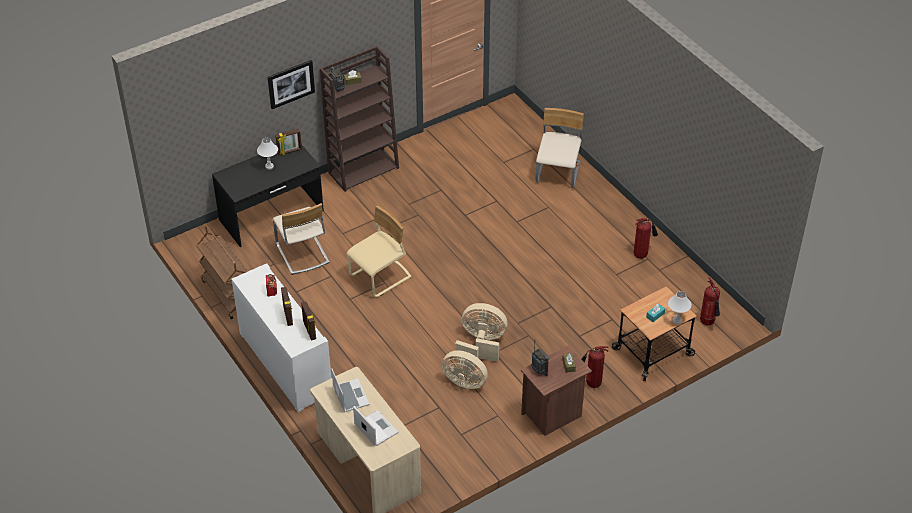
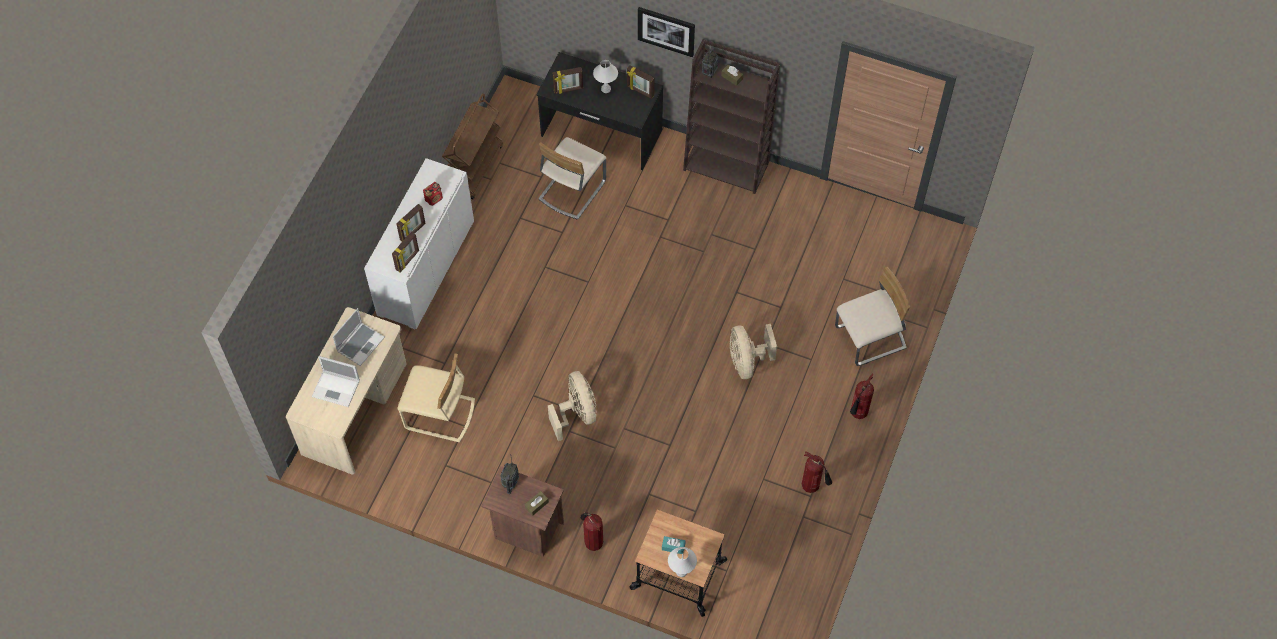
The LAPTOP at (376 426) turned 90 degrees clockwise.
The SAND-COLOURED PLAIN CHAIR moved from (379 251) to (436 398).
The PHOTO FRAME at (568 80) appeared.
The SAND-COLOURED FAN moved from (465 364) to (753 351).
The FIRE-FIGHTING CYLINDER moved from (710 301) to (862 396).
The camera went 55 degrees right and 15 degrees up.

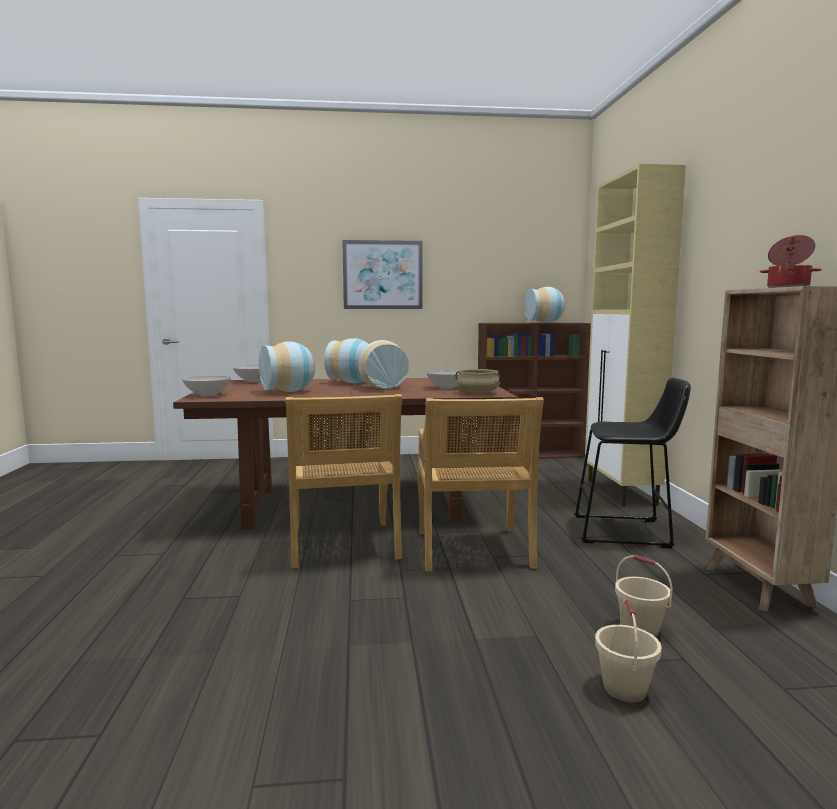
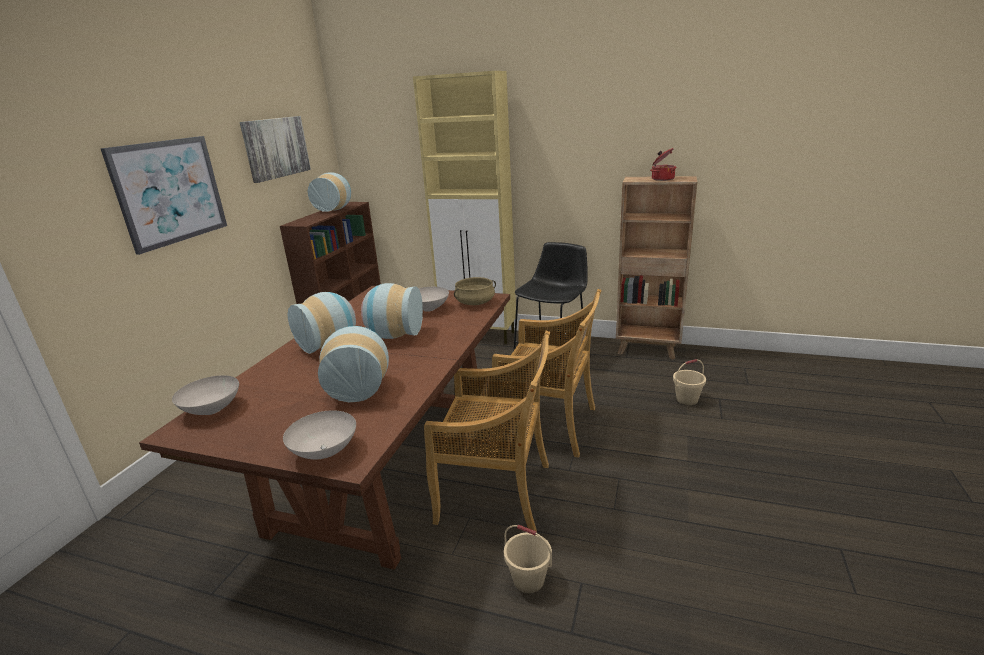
The WALL PICTURE at (275 149) appeared.
The SAND-COLOURED PAIL moved from (628 650) to (528 559).
The camera went 65 degrees left and 15 degrees up.

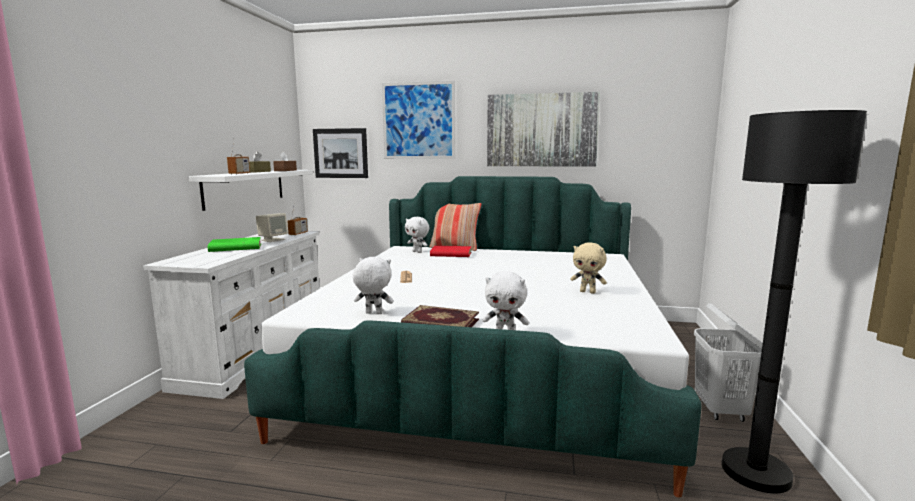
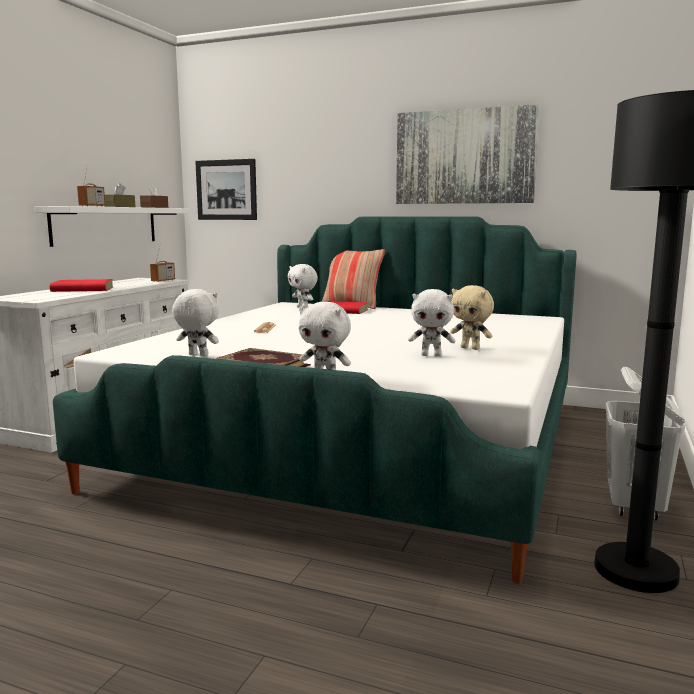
The GREEN-COLOURED BOOK at (234 244) became the REDDISH BOOK at (81 285).
The WHITISH CUDDLY TOY at (431 323) appeared.
The SAND-COLOURED LOUDSPEAKER at (272 227) disappeared.
The WALL PICTURE at (418 120) disappeared.
The camera went 10 degrees right and 0 degrees up.

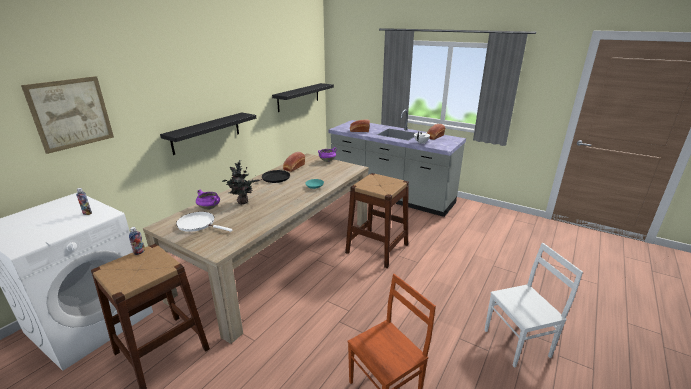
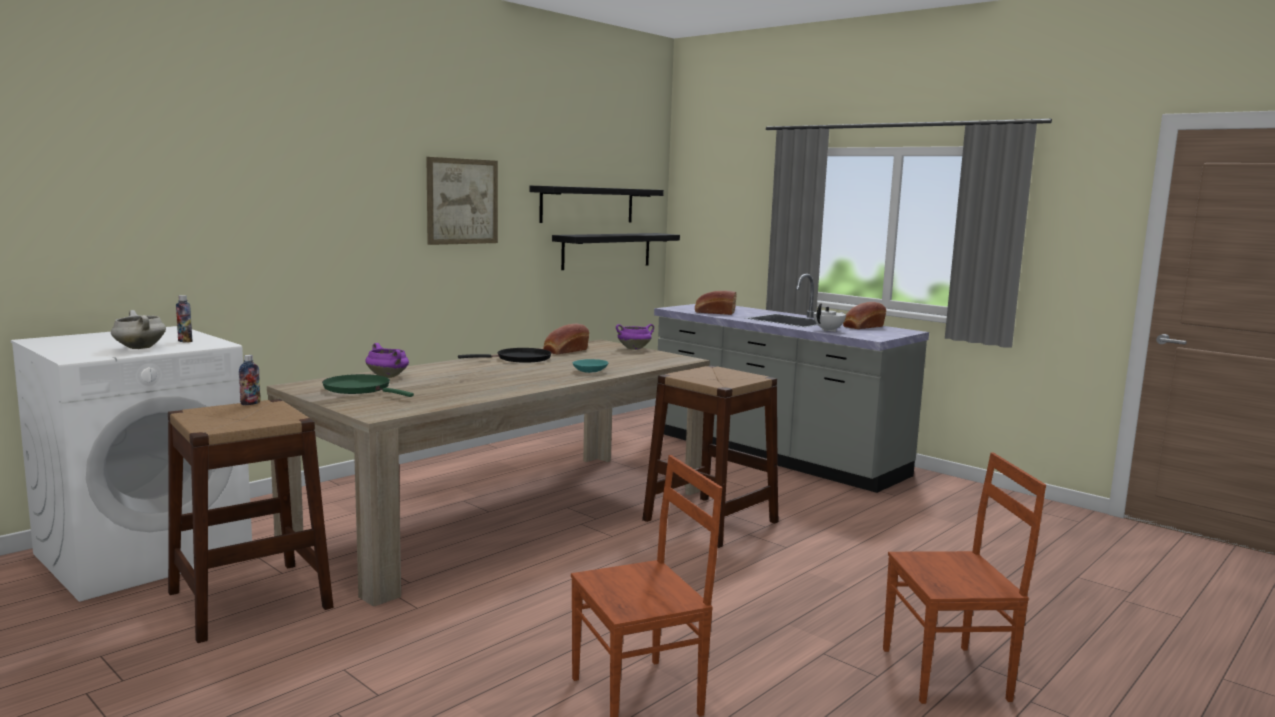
The WHITISH SAUCEPOT at (138 329) appeared.
The WHITISH FRYING PAN at (204 222) became the GREEN-COLOURED FRYING PAN at (368 385).
The WALL PICTURE moved from (67 115) to (462 201).
The BLACK-COLOURED SHELF moved from (208 134) to (596 204).
The WHITISH PLAIN CHAIR at (533 305) became the BROWNISH PLAIN CHAIR at (964 578).
The POTTED PLANT at (238 182) disappeared.
The camera went 10 degrees right and 15 degrees down.

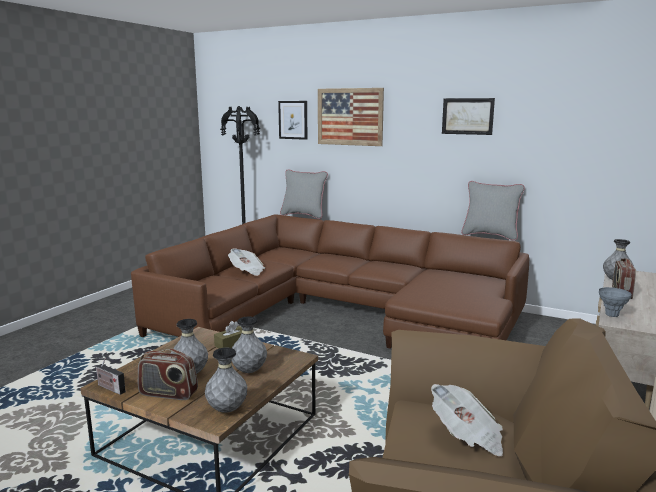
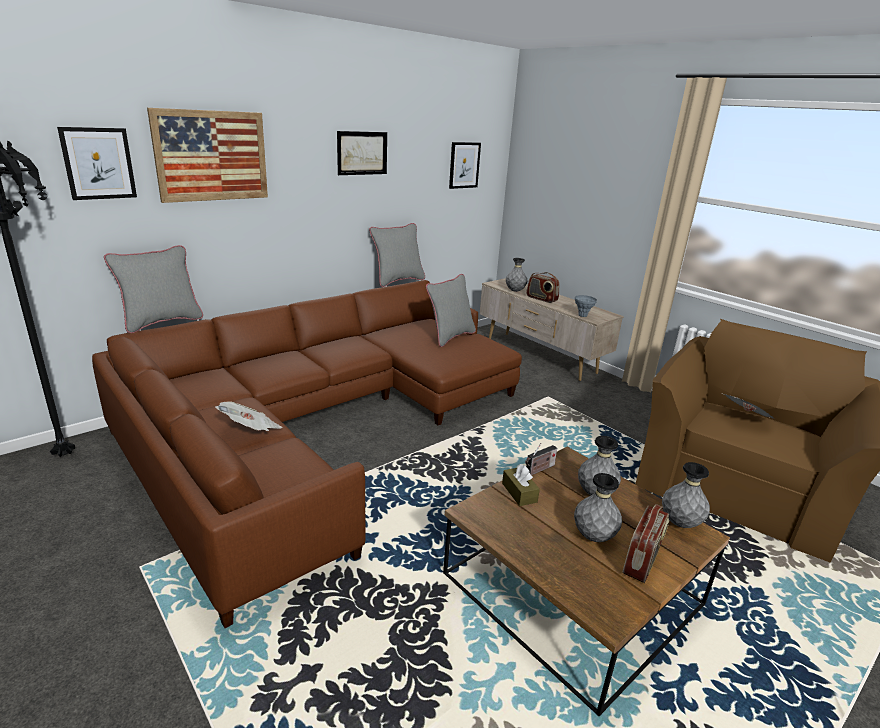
The GREYISH PILLOW at (451 310) appeared.
The WALL PICTURE at (465 165) appeared.
The RADIO moved from (111 376) to (541 459).
The camera went 70 degrees left and 10 degrees up.

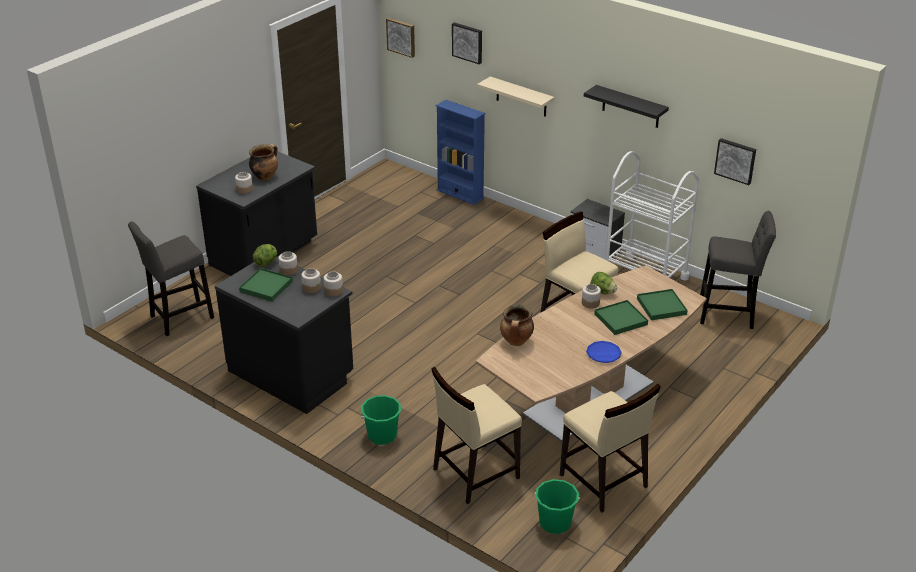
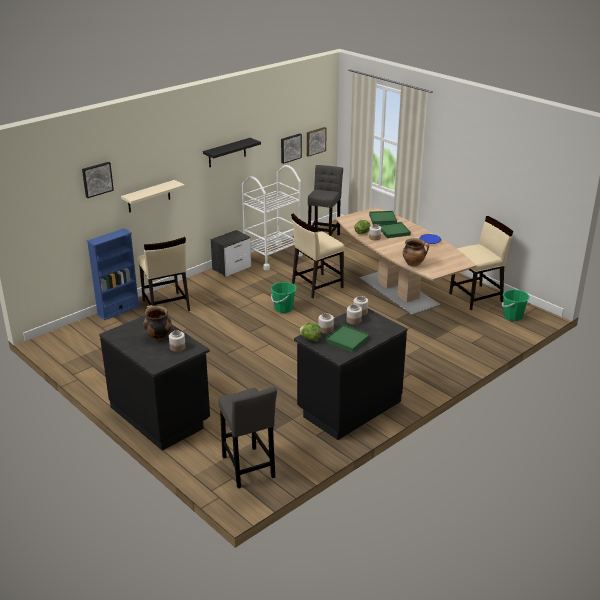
The SAND-COLOURED PLAIN CHAIR moved from (476 435) to (164 274).
The GREEN-COLOURED PAIL moved from (381 420) to (284 297).
The WALL PICTURE moved from (400 38) to (317 142).
The camera went 80 degrees left and 5 degrees down.

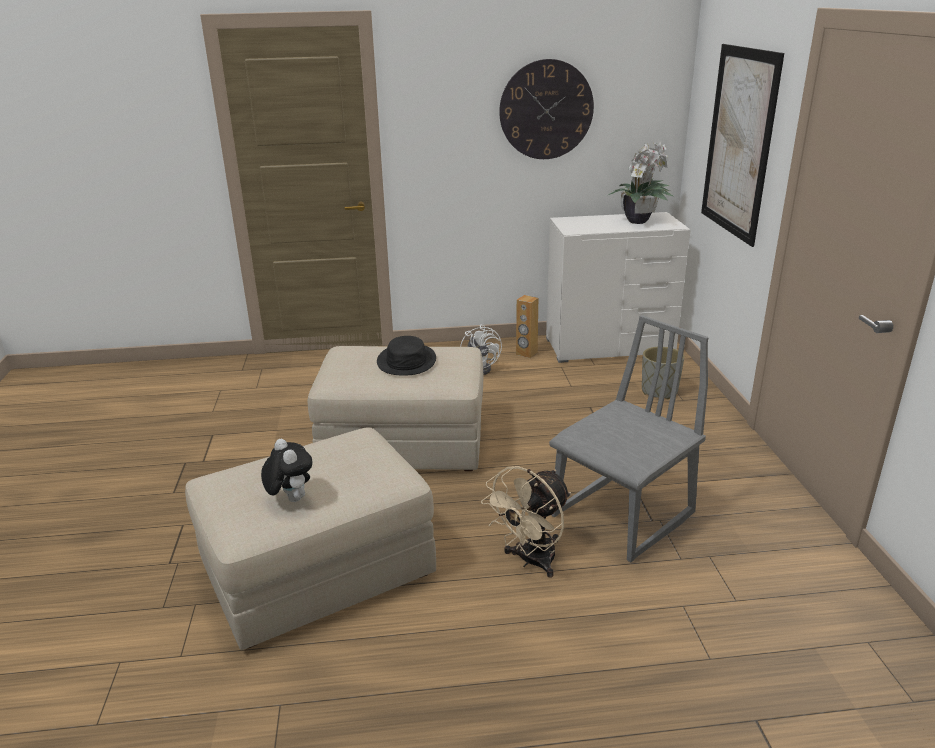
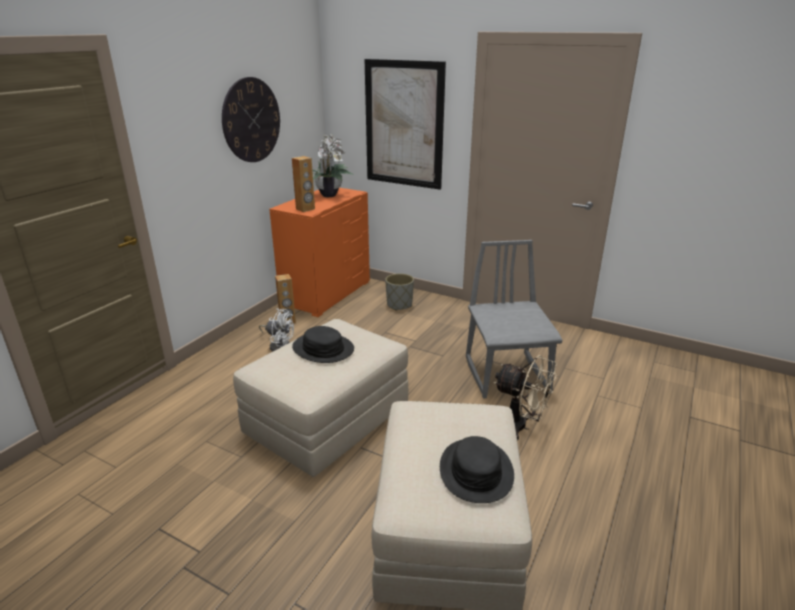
The WHITISH DRESSER at (618 287) became the ORANGE DRESSER at (319 252).
The BROWNISH LOUDSPEAKER at (303 184) appeared.
The CUDDLY TOY at (286 470) was replaced by the BLACK-COLOURED WEARABLE HAT at (477 469).
The SAND-COLOURED FAN at (526 522) turned 45 degrees counterclockwise.
The camera went 55 degrees left and 0 degrees up.

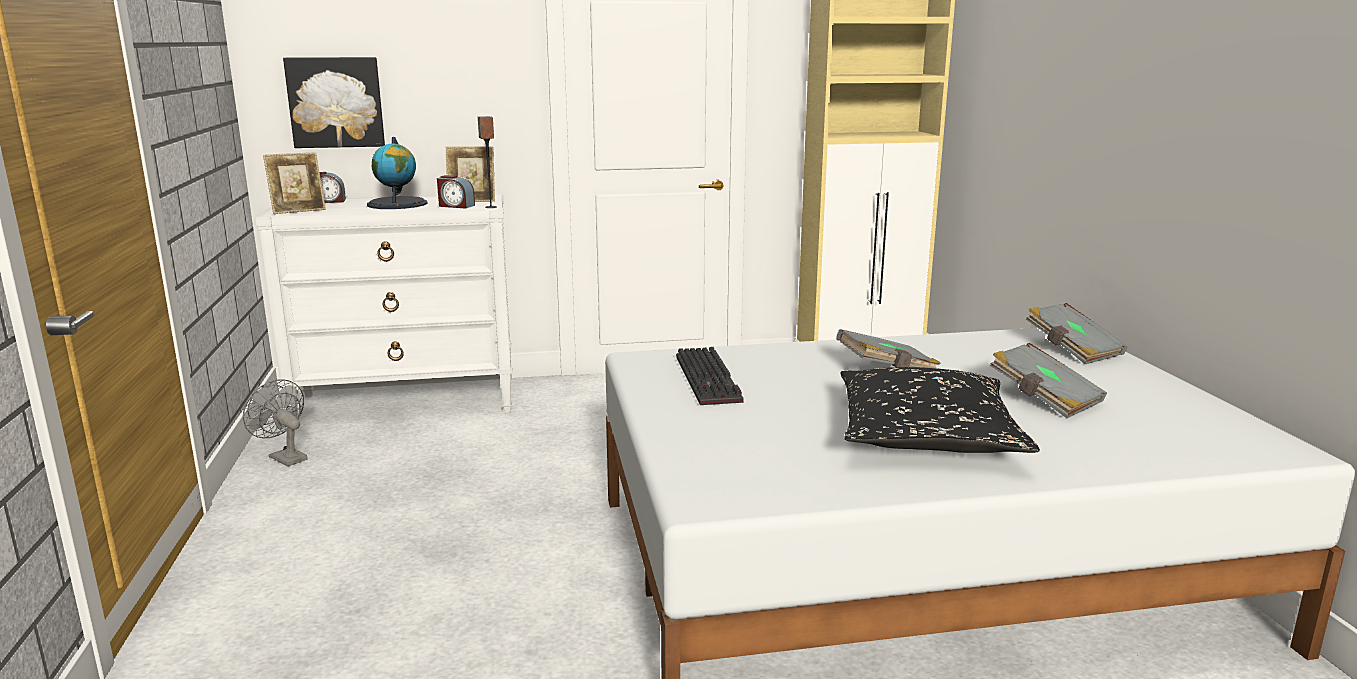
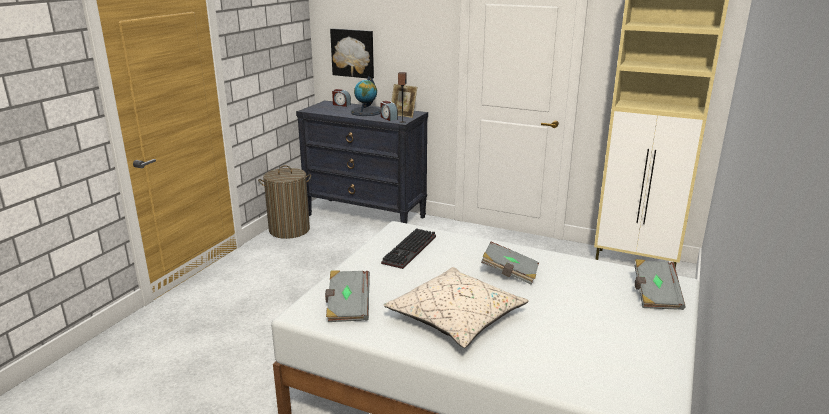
The GREYISH FAN at (275 423) was replaced by the WASHING BASKET at (284 202).
The WHITISH DRESSER at (383 306) became the BLACK-COLOURED DRESSER at (362 161).
The GREYISH BOOK moved from (1048 380) to (347 296).
The BLACK-COLOURED PILLOW at (940 410) became the SAND-COLOURED PILLOW at (456 307).
The PHOTO FRAME at (294 183) disappeared.
The camera went 35 degrees right and 5 degrees up.

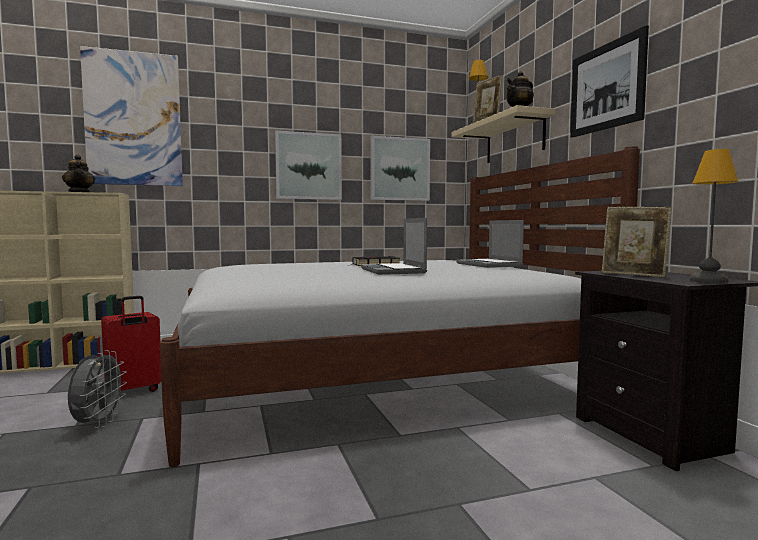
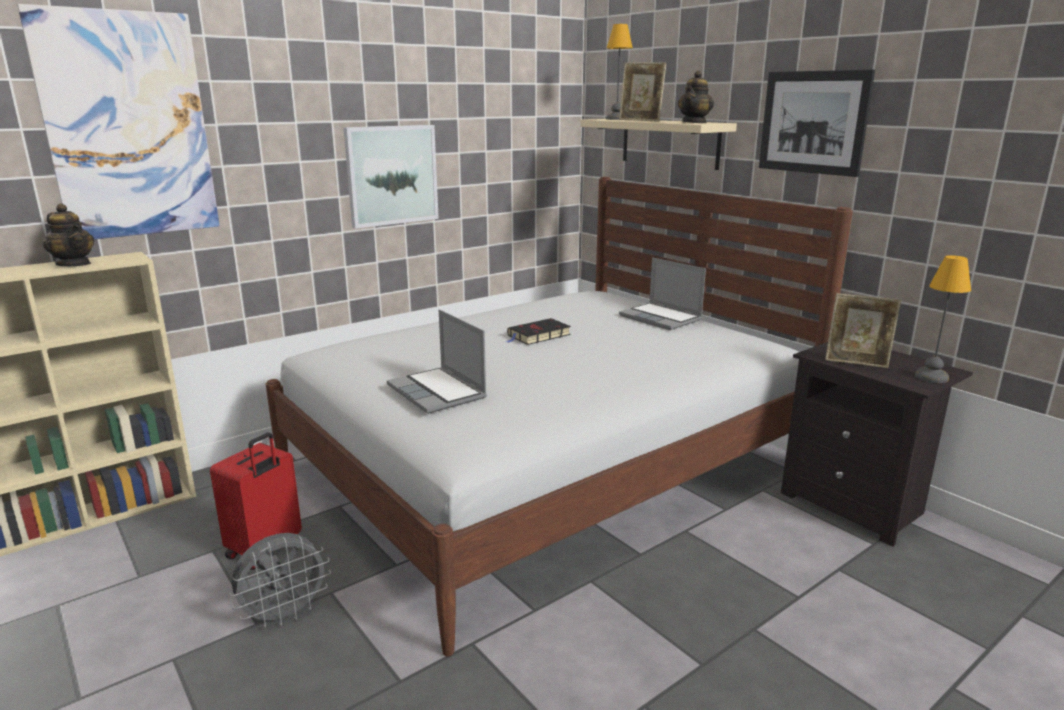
The GREYISH FAN at (97 389) turned 75 degrees clockwise.
The LAPTOP moved from (394 246) to (437 362).
The WALL PICTURE at (400 168) disappeared.
The camera went 20 degrees left and 15 degrees up.

